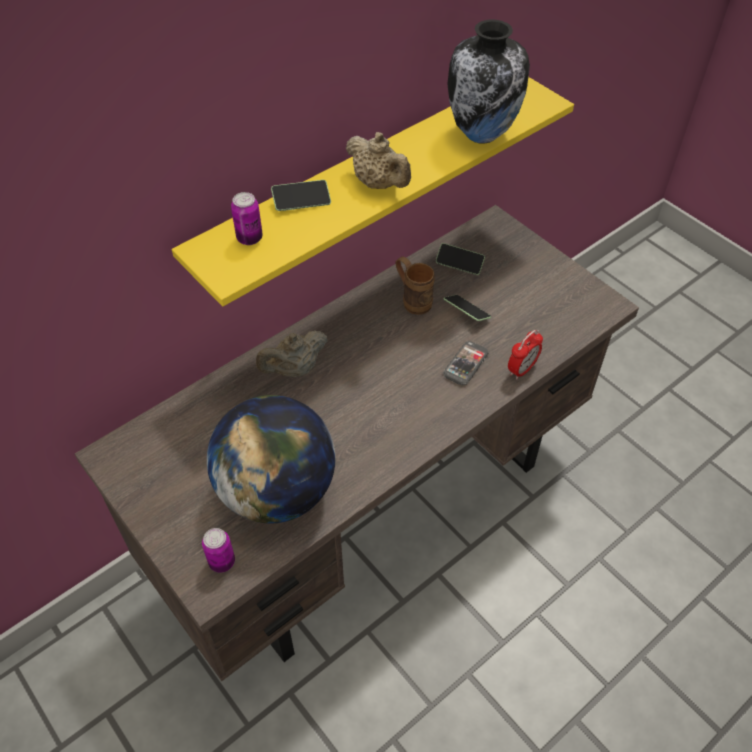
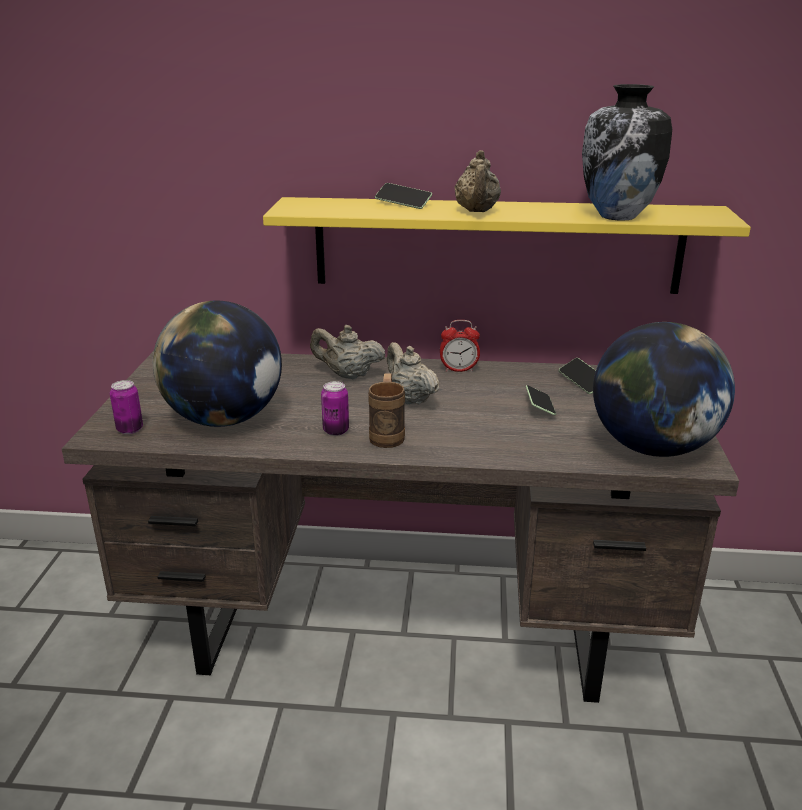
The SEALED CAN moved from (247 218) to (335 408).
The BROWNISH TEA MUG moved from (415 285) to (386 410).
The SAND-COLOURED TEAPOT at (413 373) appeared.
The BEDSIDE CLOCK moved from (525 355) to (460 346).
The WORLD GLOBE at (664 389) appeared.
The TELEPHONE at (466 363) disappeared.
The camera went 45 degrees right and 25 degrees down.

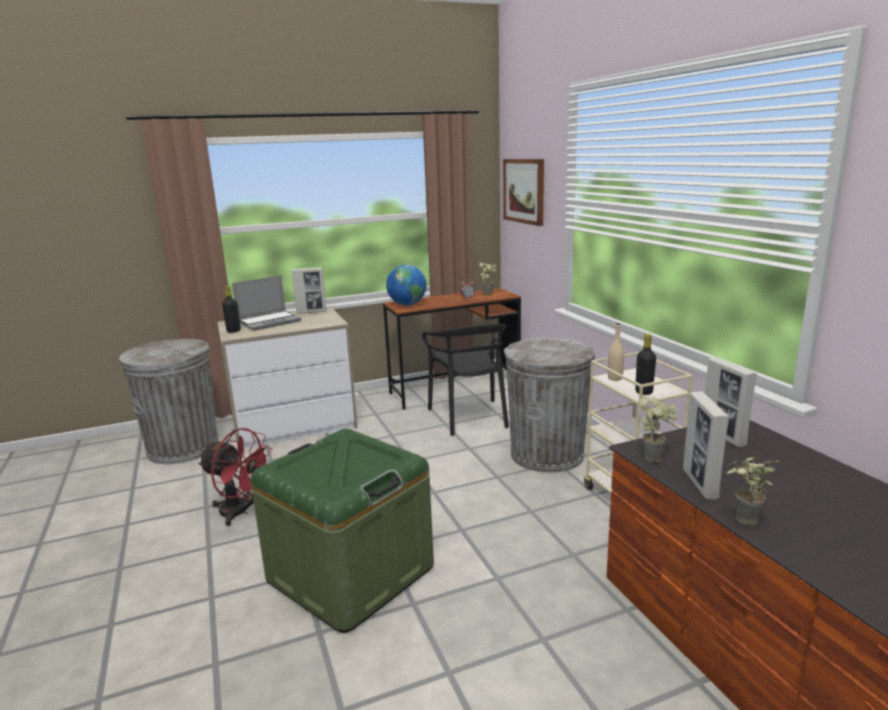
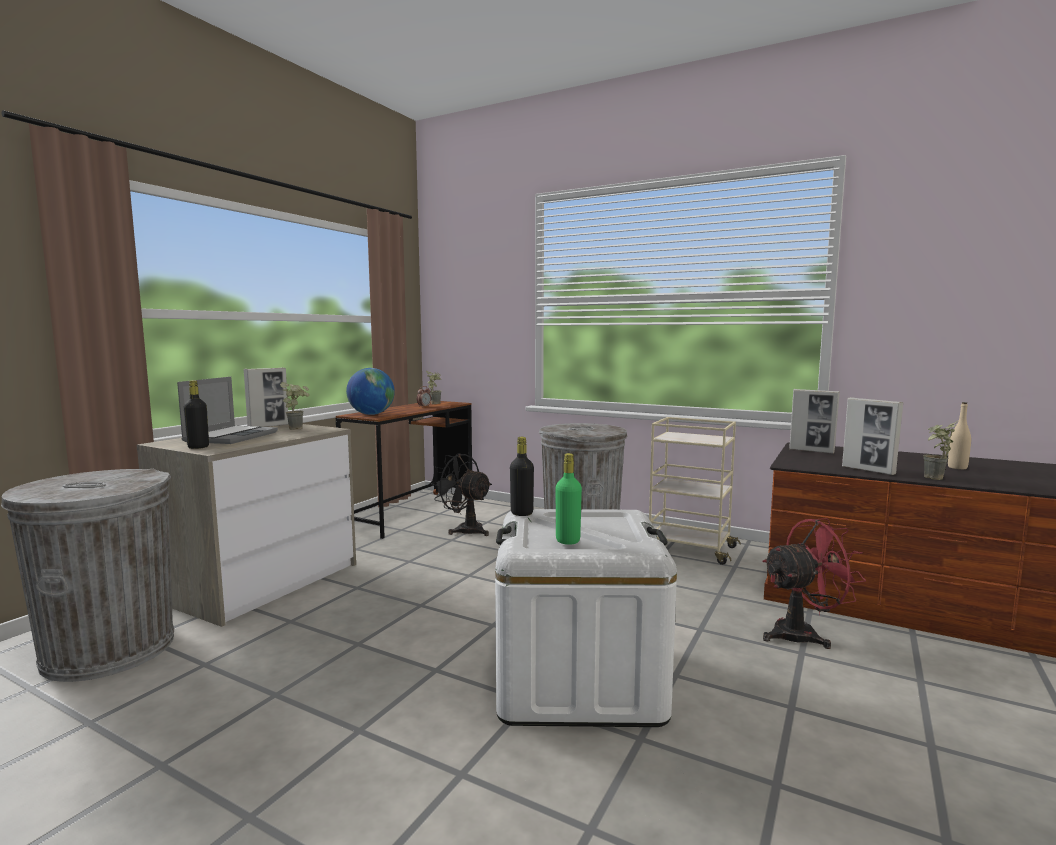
The POTTED PLANT moved from (659 429) to (295 406).
The BLACK-COLOURED PLAIN CHAIR at (465 380) was replaced by the BLACK-COLOURED FAN at (461 495).
The GREEN-COLOURED STORAGE CONTAINER at (342 531) became the WHITISH STORAGE CONTAINER at (586 618).
The BLACK-COLOURED BEVERAGE BOTTLE moved from (645 364) to (522 476).
The GREEN-COLOURED BEVERAGE BOTTLE at (569 499) appeared.
The REDDISH FAN moved from (235 477) to (814 583).
The SAND-COLOURED BEVERAGE BOTTLE moved from (616 352) to (959 435).
The WALL PICTURE at (523 192) disappeared.
The camera went 40 degrees left and 10 degrees down.

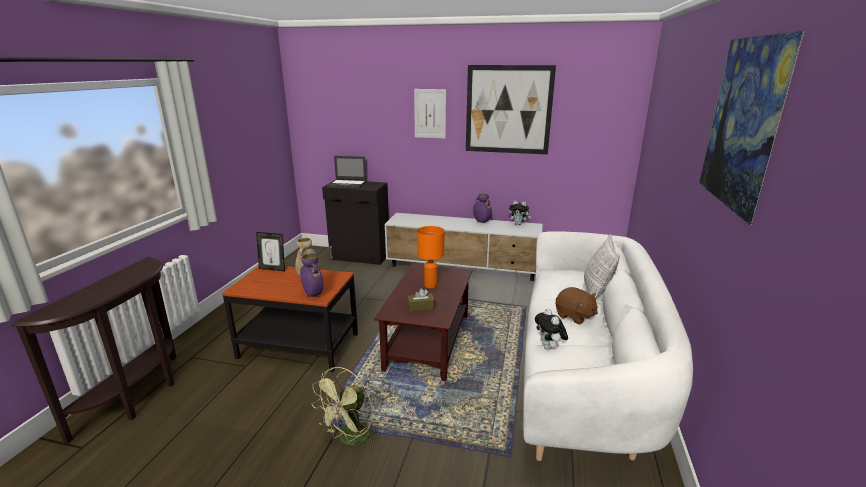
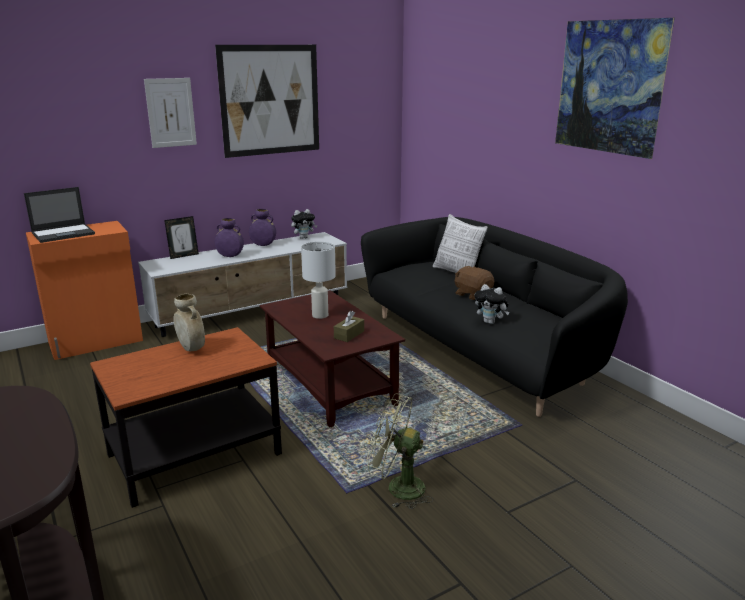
The BLACK-COLOURED CABINET at (355 222) became the ORANGE CABINET at (84 290).
The PHOTO FRAME moved from (270 251) to (181 237).
The PURPLE-COLOURED DECORATIVE VASE moved from (311 275) to (229 237).
The ORANGE TABLE LAMP at (430 257) became the WHITISH TABLE LAMP at (318 280).
The WHITISH SETTEE at (608 346) became the BLACK-COLOURED SETTEE at (494 317).
The GREEN-COLOURED FAN at (345 407) turned 120 degrees clockwise.
The BROWNISH CUDDLY TOY at (577 305) turned 135 degrees counterclockwise.
The camera went 45 degrees left and 0 degrees up.

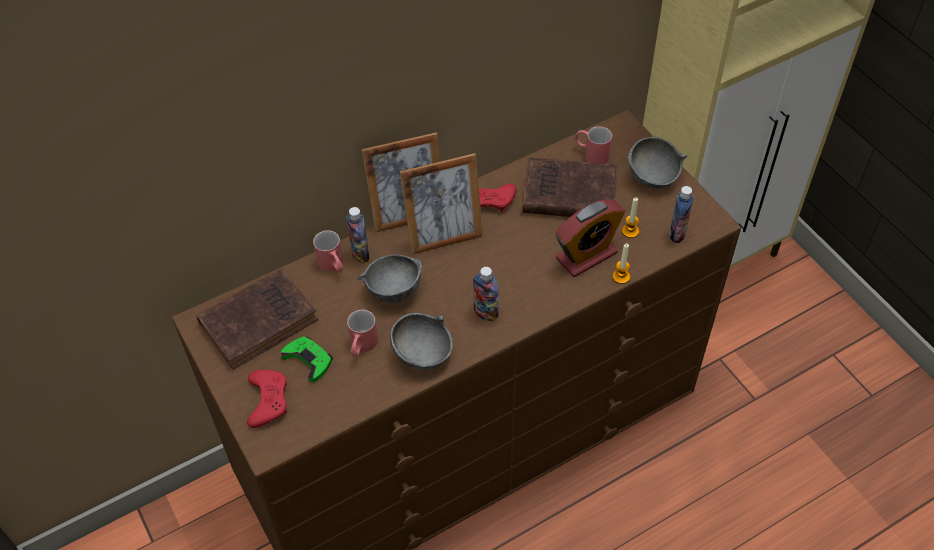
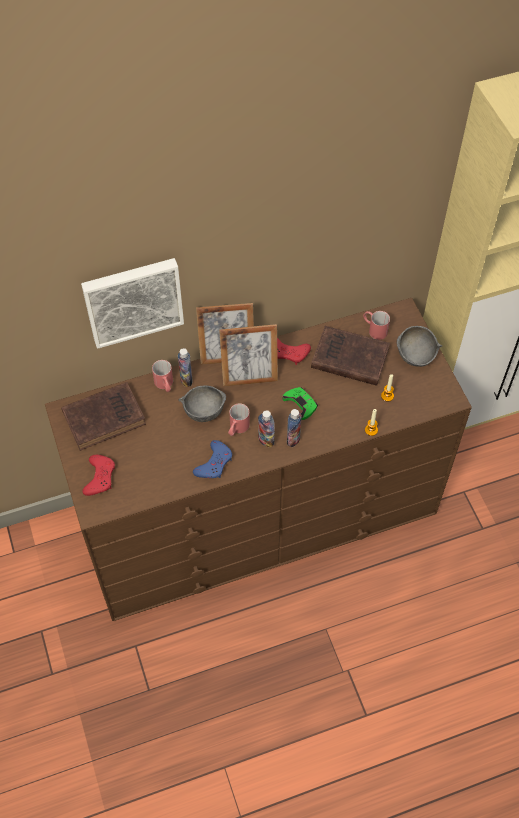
The WALL PICTURE at (132 303) appeared.
The GREYISH DEEP DISH at (421 341) was replaced by the BLUE-COLOURED GAME CONTROLLER at (212 459).
The REDDISH TEA MUG moved from (362 333) to (239 419).
The GREEN-COLOURED GAME CONTROLLER moved from (306 359) to (300 403).
The BEVERAGE BOTTLE moved from (681 214) to (294 428).
The BEDSIDE CLOCK at (590 238) disappeared.
The camera went 10 degrees right and 5 degrees up.

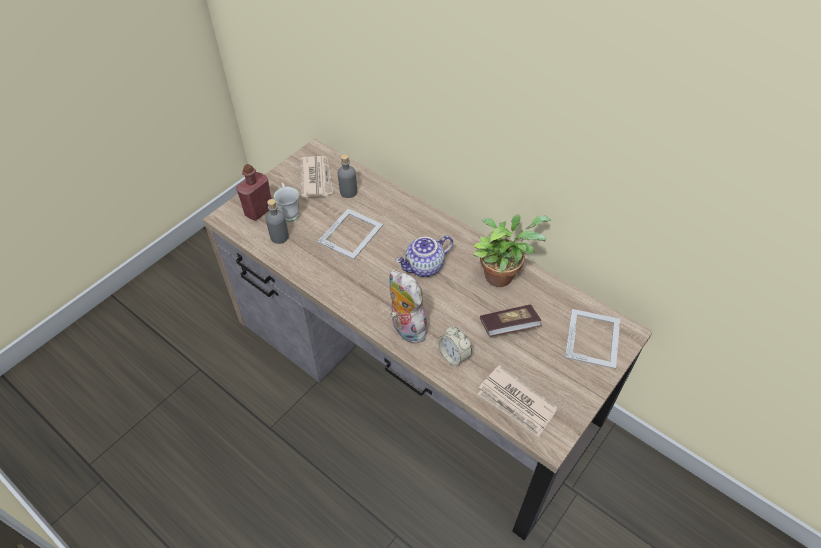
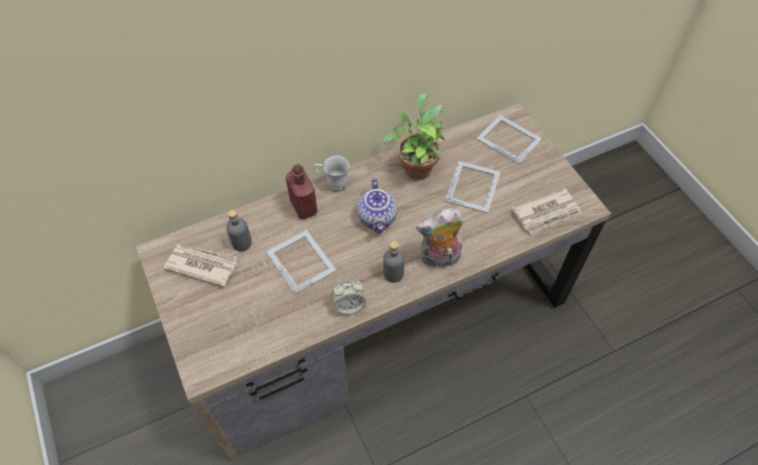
The REDDISH BEVERAGE BOTTLE moved from (254 192) to (301 191).
The WHITISH TEA MUG moved from (287 202) to (331 173).
The BEDSIDE CLOCK moved from (455 346) to (349 298).
The GREYISH BEVERAGE BOTTLE moved from (277 221) to (394 262).
The BOOK at (511 321) was replaced by the PHOTO FRAME at (473 187).
The camera went 65 degrees left and 5 degrees up.

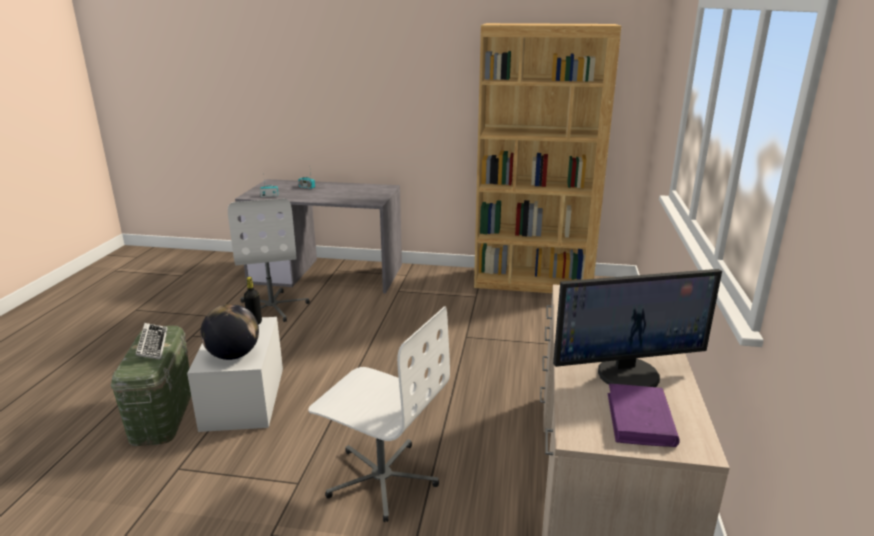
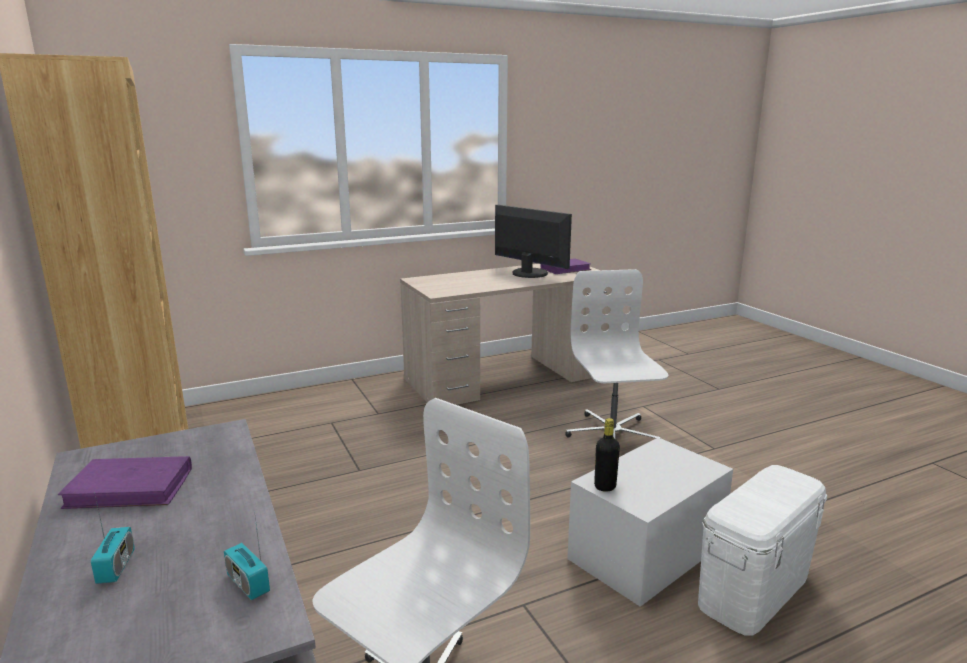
The PURPLE-COLOURED BOOK at (125 482) appeared.
The GREEN-COLOURED STORAGE CONTAINER at (151 386) became the WHITISH STORAGE CONTAINER at (762 550).
The PC KEYBOARD at (151 341) disappeared.
The WORLD GLOBE at (229 332) disappeared.
The camera went 125 degrees left and 5 degrees down.

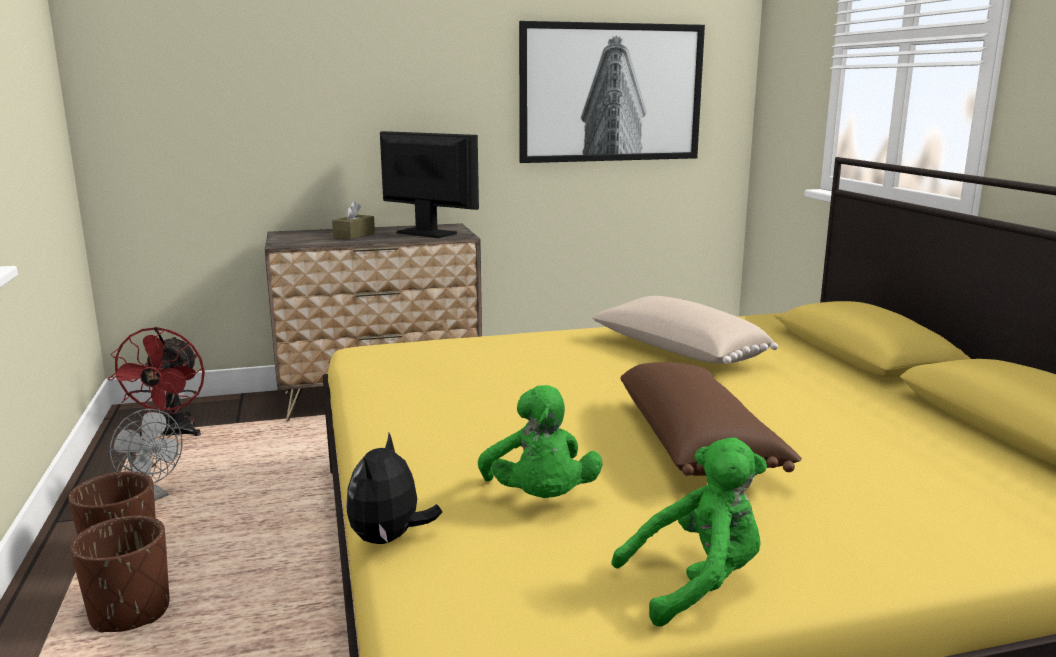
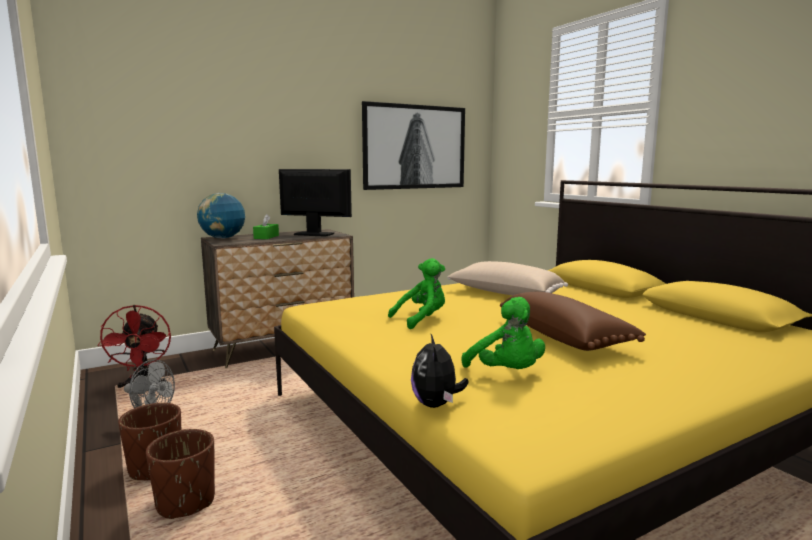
The WORLD GLOBE at (221 216) appeared.
The BROWNISH TISSUE HOLDER at (353 220) became the GREEN-COLOURED TISSUE HOLDER at (266 226).
The GREEN-COLOURED CUDDLY TOY moved from (689 532) to (416 293).
The camera went 15 degrees left and 5 degrees down.

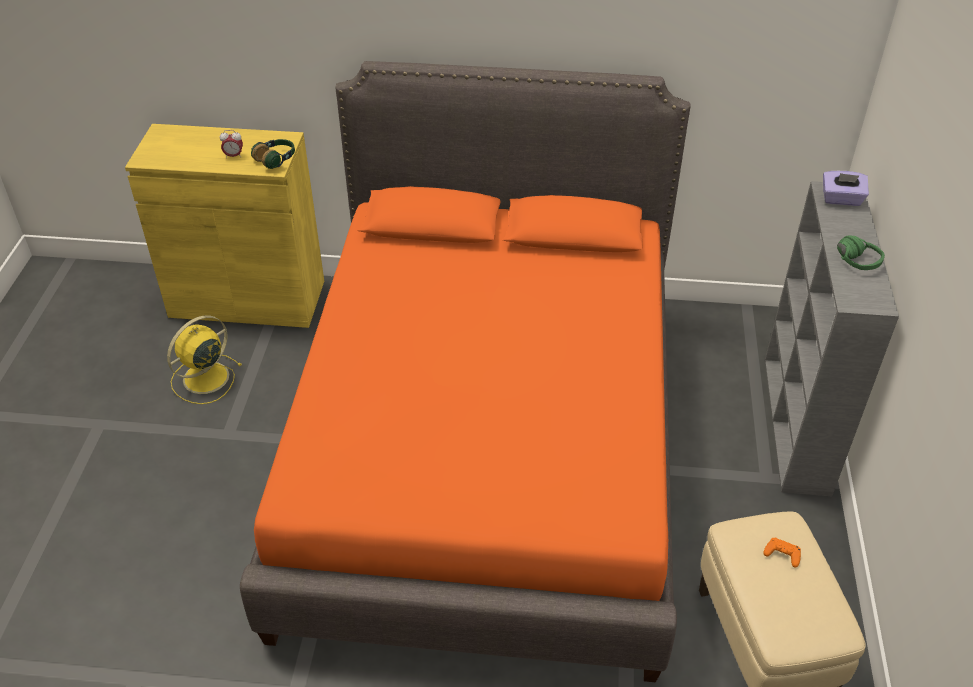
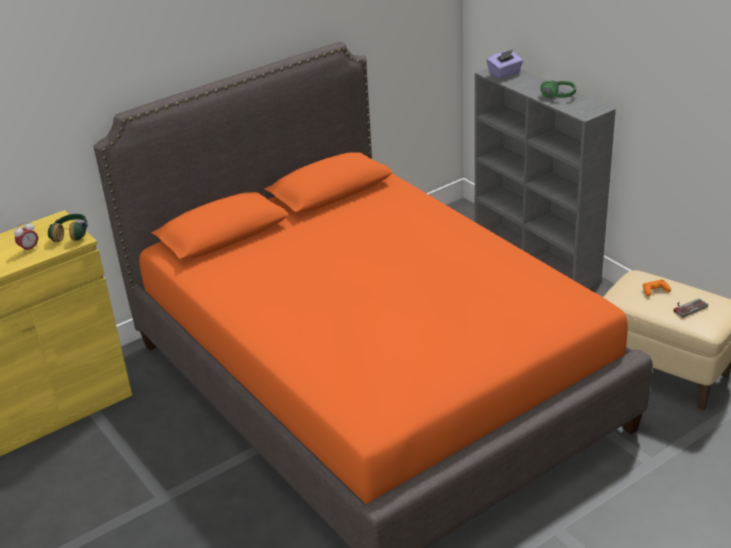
The GAME CONTROLLER at (691 308) appeared.
The YELLOWISH FAN at (204 359) disappeared.
The camera went 40 degrees left and 10 degrees down.

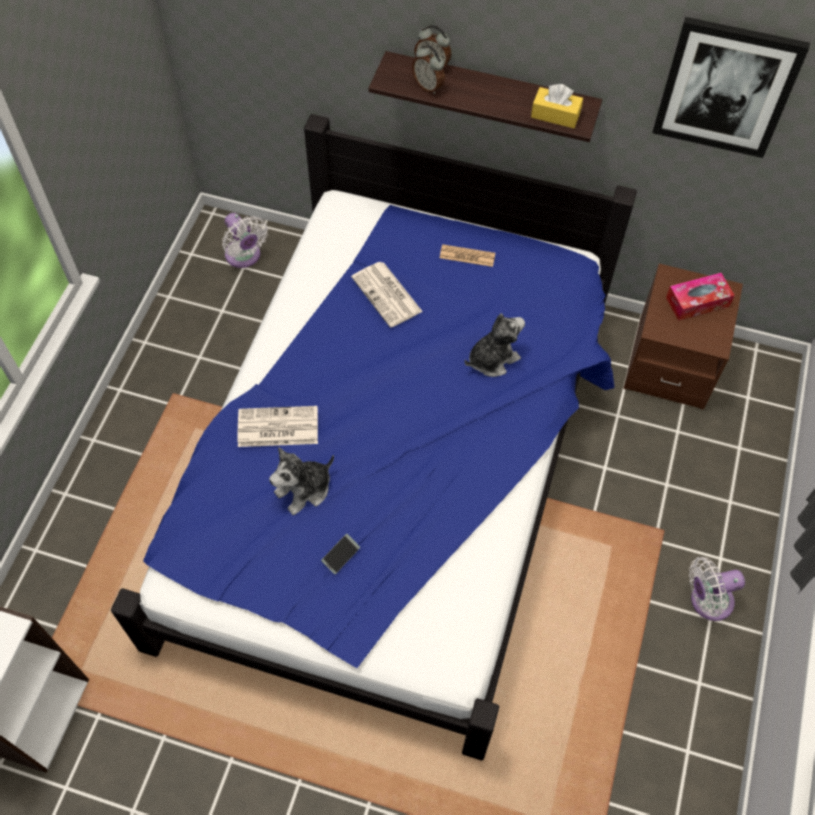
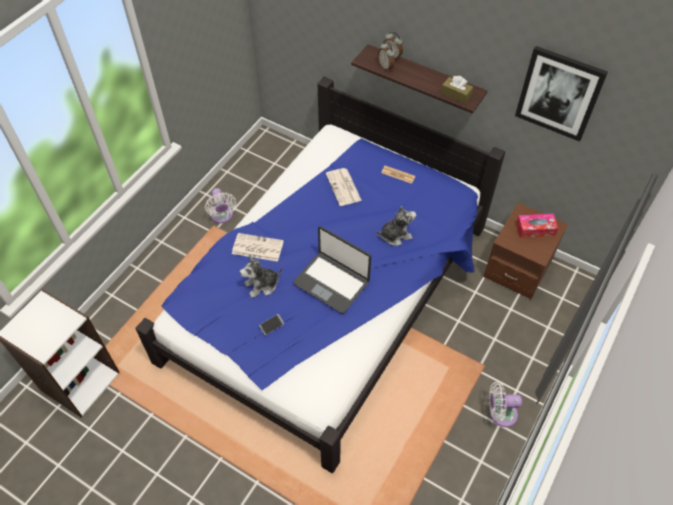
The WHITISH FAN moved from (245 240) to (220 205).
The LAPTOP at (332 270) appeared.
The YELLOWISH TISSUE HOLDER at (557 106) became the BROWNISH TISSUE HOLDER at (457 90).
The camera went 15 degrees right and 5 degrees down.

